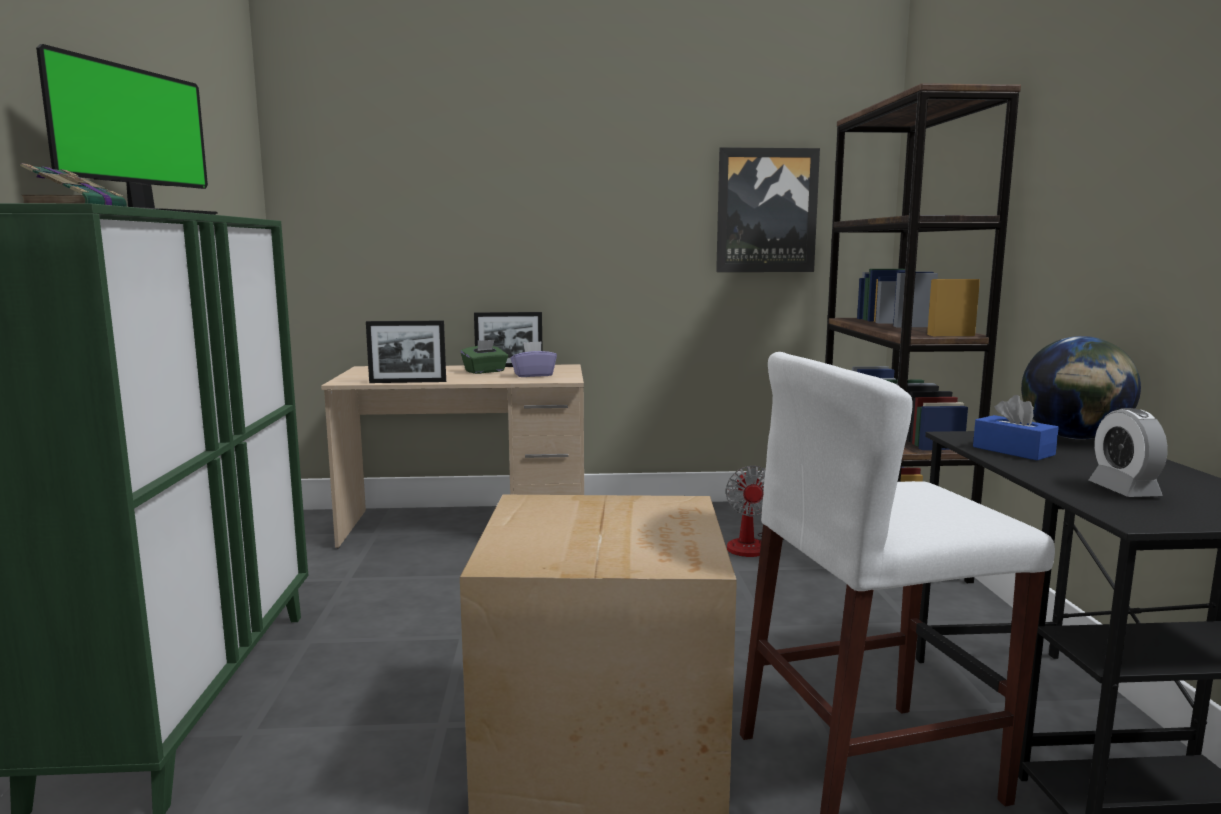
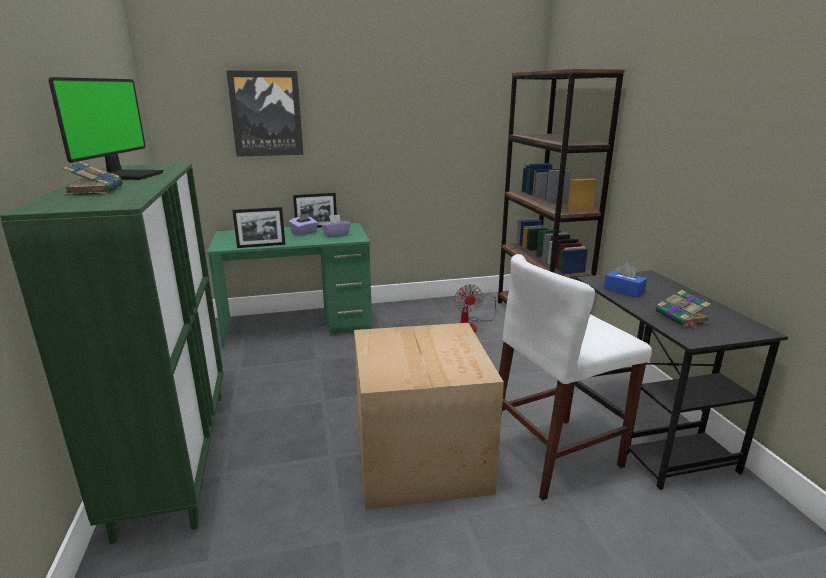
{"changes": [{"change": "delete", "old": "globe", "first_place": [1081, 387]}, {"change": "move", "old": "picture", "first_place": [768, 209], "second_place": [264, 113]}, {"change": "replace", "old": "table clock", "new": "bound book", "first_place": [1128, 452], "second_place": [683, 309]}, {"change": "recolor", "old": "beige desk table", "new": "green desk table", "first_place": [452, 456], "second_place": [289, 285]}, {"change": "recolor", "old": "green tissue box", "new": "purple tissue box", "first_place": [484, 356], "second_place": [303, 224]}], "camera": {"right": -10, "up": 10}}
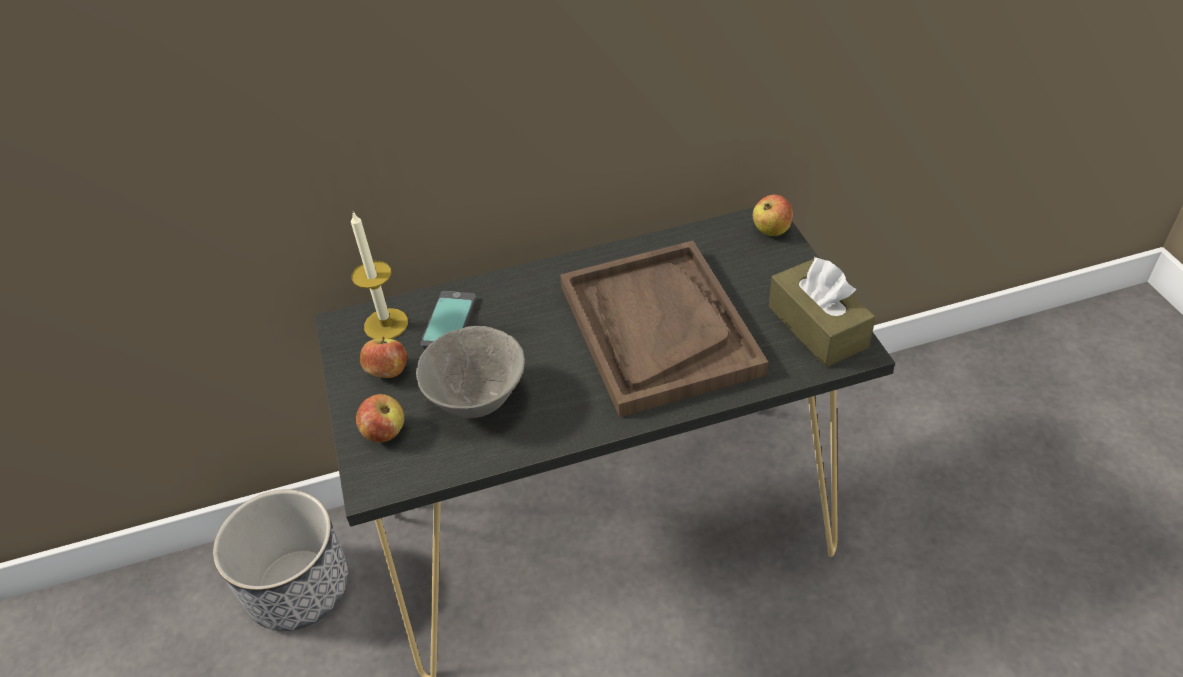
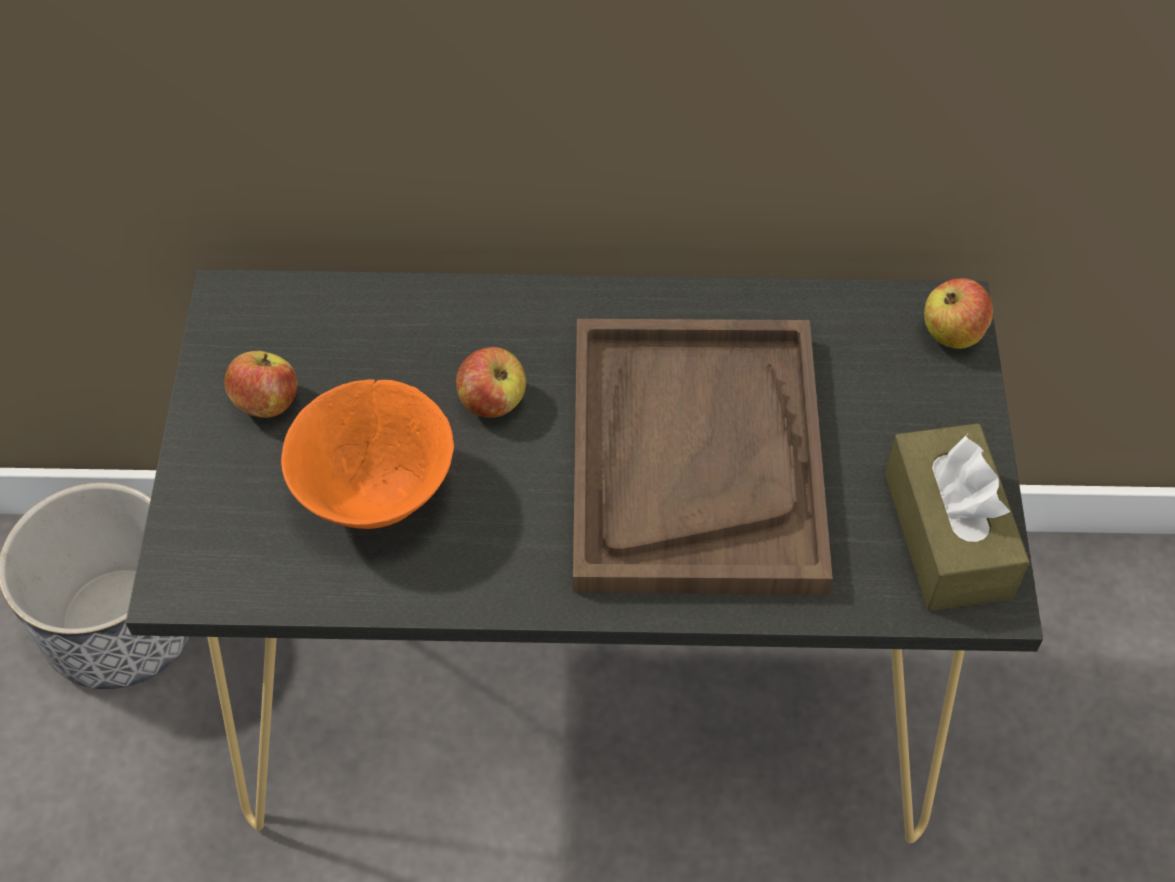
{"changes": [{"change": "delete", "old": "candle", "first_place": [379, 275]}, {"change": "delete", "old": "handset", "first_place": [448, 320]}, {"change": "move", "old": "whole apple", "first_place": [380, 418], "second_place": [491, 382]}, {"change": "recolor", "old": "gray bowl", "new": "orangey bowl", "first_place": [470, 372], "second_place": [367, 454]}], "camera": {"right": 15, "up": 10}}
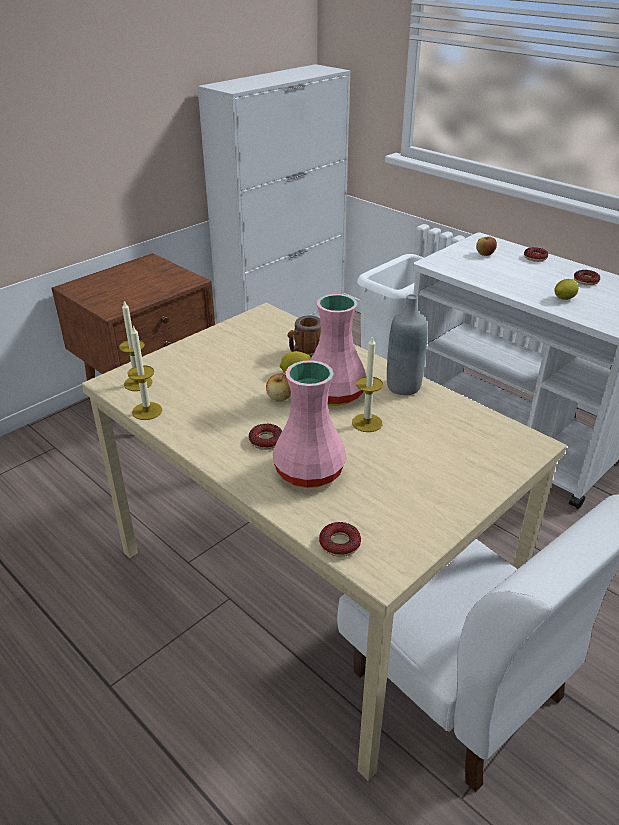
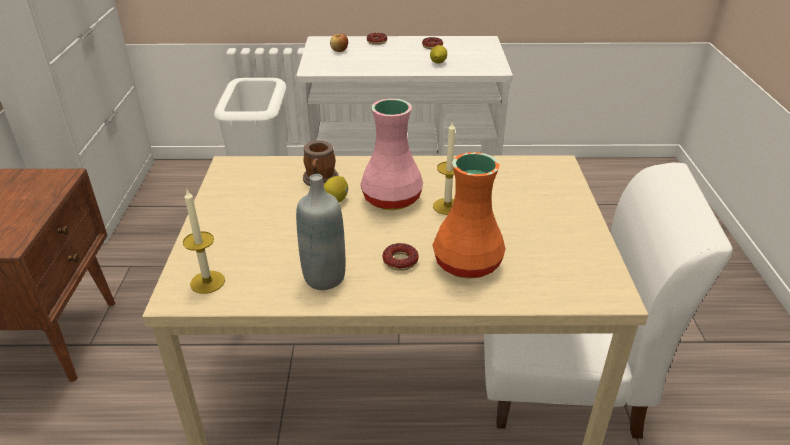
{"changes": [{"change": "delete", "old": "candle", "first_place": [144, 373]}, {"change": "delete", "old": "whole apple", "first_place": [278, 387]}, {"change": "delete", "old": "donut", "first_place": [340, 539]}, {"change": "move", "old": "gray bottle", "first_place": [407, 344], "second_place": [320, 232]}, {"change": "recolor", "old": "pinkish decorative vase", "new": "orangey decorative vase", "first_place": [310, 424], "second_place": [469, 215]}], "camera": {"right": -45, "up": 0}}
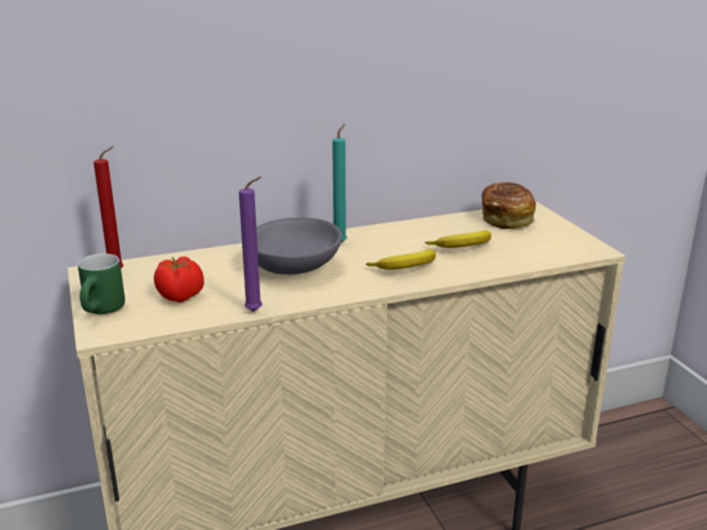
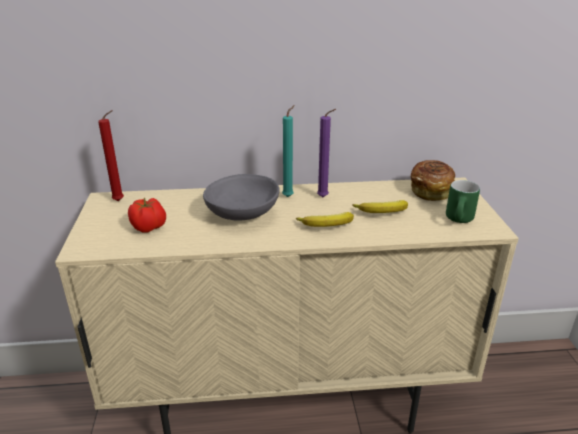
{"changes": [{"change": "move", "old": "green mug", "first_place": [101, 284], "second_place": [463, 201]}, {"change": "move", "old": "purple candle", "first_place": [250, 244], "second_place": [326, 153]}], "camera": {"right": 15, "up": 5}}
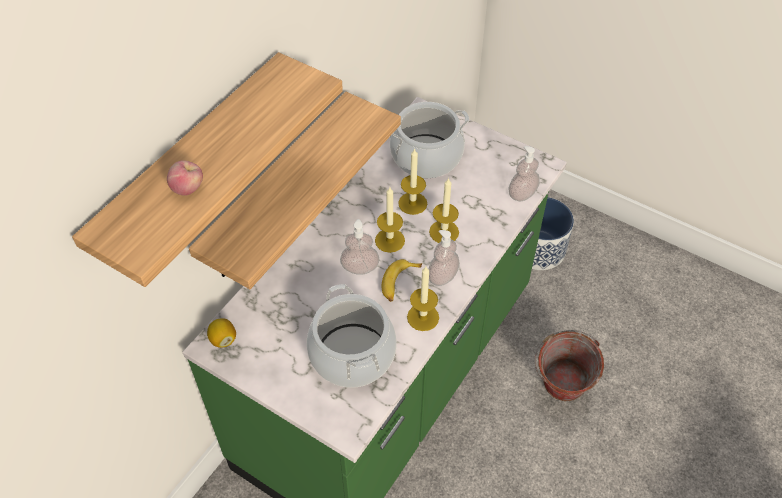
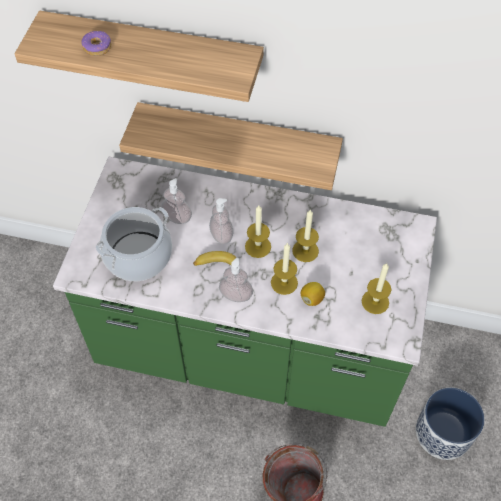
{"changes": [{"change": "delete", "old": "saucepot", "first_place": [429, 140]}, {"change": "move", "old": "citrus fruit", "first_place": [221, 333], "second_place": [313, 294]}, {"change": "move", "old": "candle", "first_place": [423, 298], "second_place": [377, 288]}, {"change": "move", "old": "soap dispenser", "first_place": [524, 173], "second_place": [176, 201]}, {"change": "replace", "old": "whole apple", "new": "donut", "first_place": [185, 178], "second_place": [96, 43]}], "camera": {"right": 70, "up": 5}}
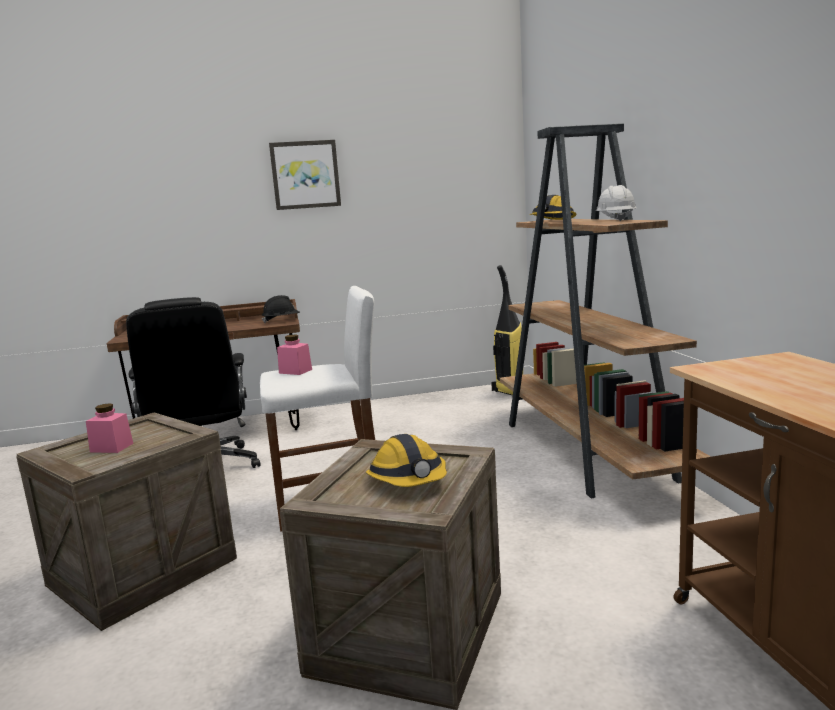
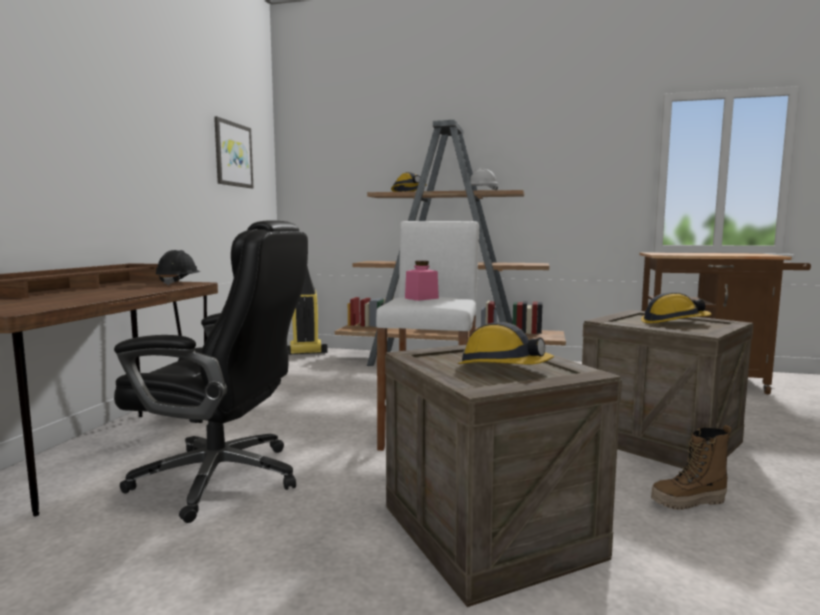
{"changes": [{"change": "insert", "new": "boot", "second_place": [691, 467]}, {"change": "move", "old": "picture", "first_place": [305, 175], "second_place": [233, 152]}, {"change": "replace", "old": "pinkish preserve jar", "new": "hard hat", "first_place": [109, 428], "second_place": [506, 343]}], "camera": {"right": -65, "up": -5}}
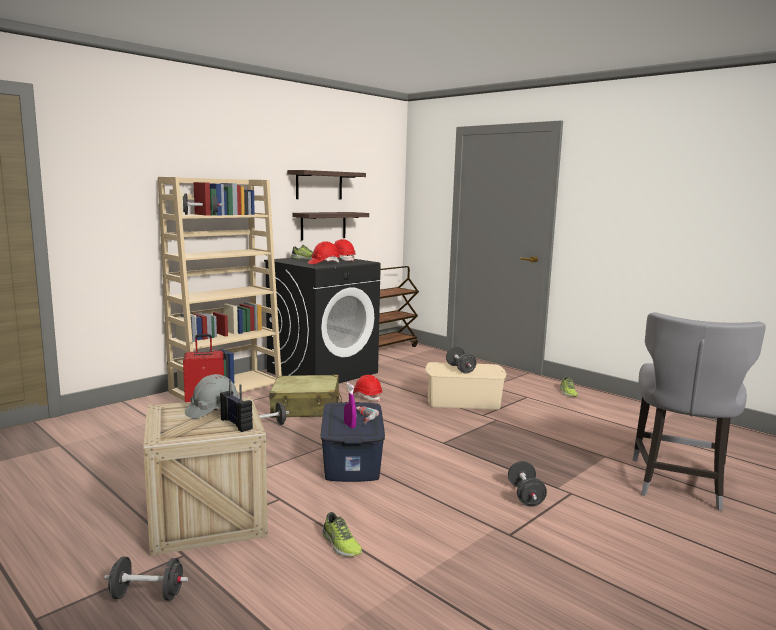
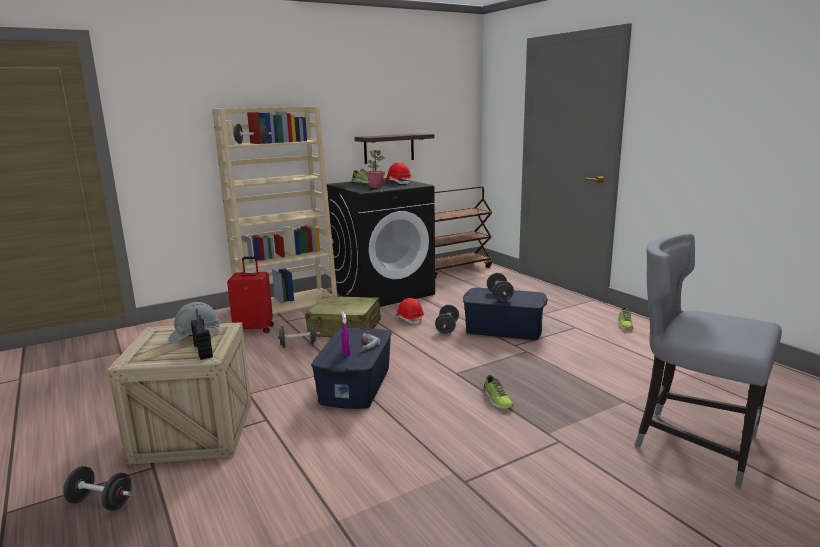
{"changes": [{"change": "delete", "old": "wall shelf", "first_place": [326, 184]}, {"change": "move", "old": "low shoe", "first_place": [342, 534], "second_place": [498, 392]}, {"change": "move", "old": "blackish free weight", "first_place": [527, 483], "second_place": [447, 319]}, {"change": "replace", "old": "red hard hat", "new": "plant in a pot", "first_place": [324, 252], "second_place": [375, 169]}, {"change": "recolor", "old": "beige storage container", "new": "bluish storage container", "first_place": [466, 386], "second_place": [505, 314]}, {"change": "rotate", "old": "gray upright chair", "first_place": [699, 411], "second_place": [708, 361], "degrees": 90}], "camera": {"right": 15, "up": 5}}
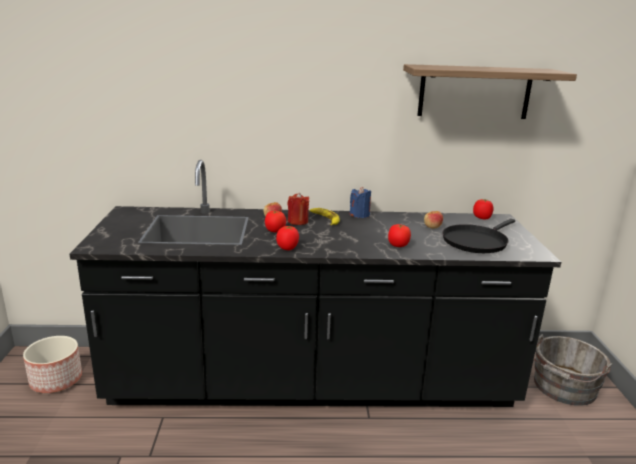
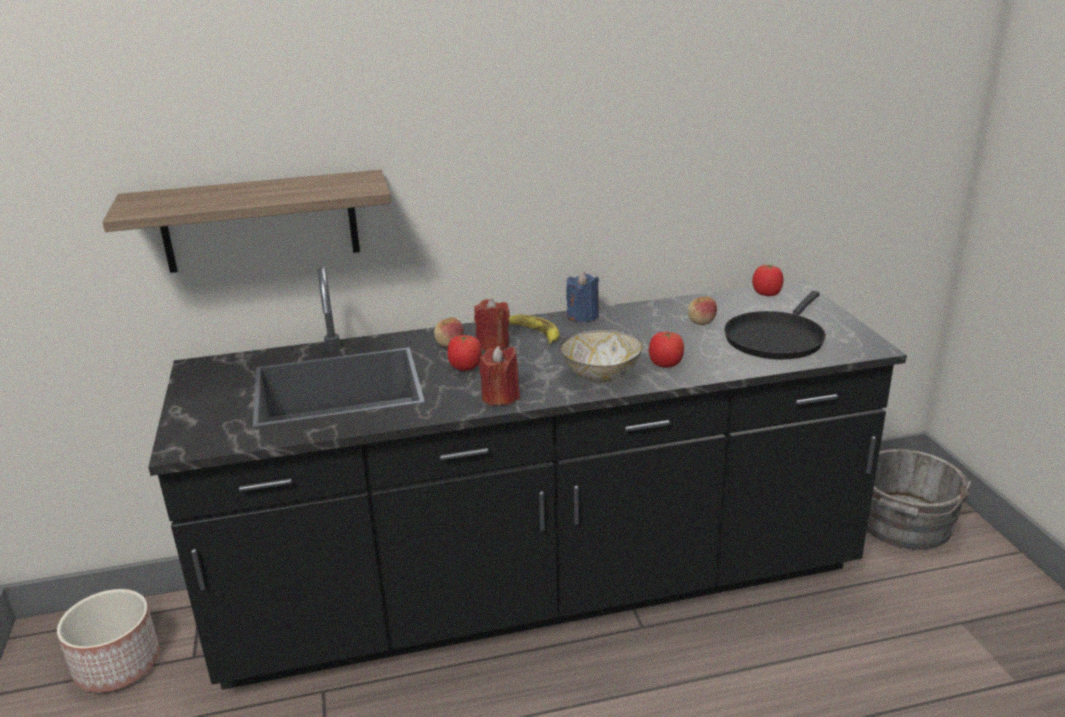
{"changes": [{"change": "insert", "new": "bowl", "second_place": [601, 356]}, {"change": "move", "old": "wall shelf", "first_place": [490, 91], "second_place": [246, 221]}, {"change": "replace", "old": "tomato", "new": "red candle", "first_place": [287, 238], "second_place": [499, 376]}], "camera": {"right": -10, "up": 5}}
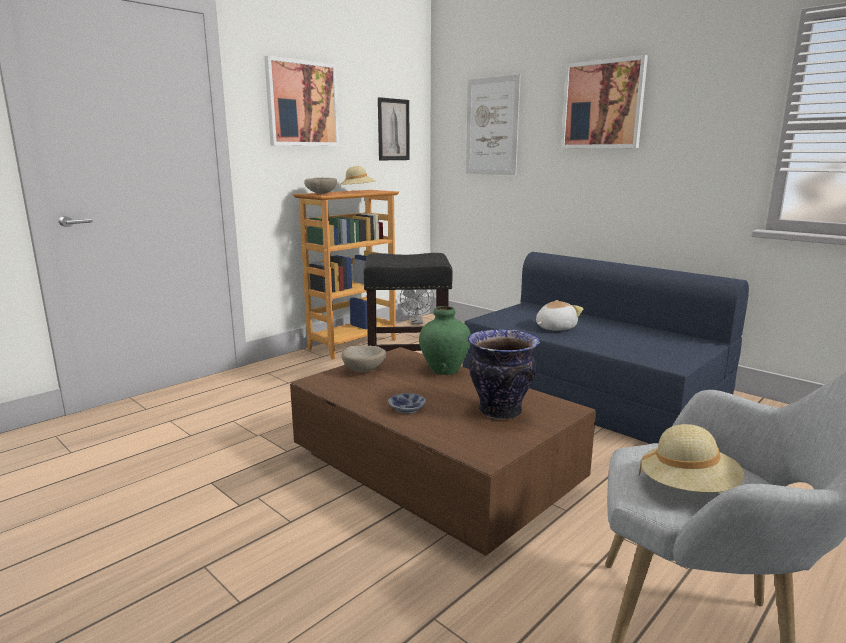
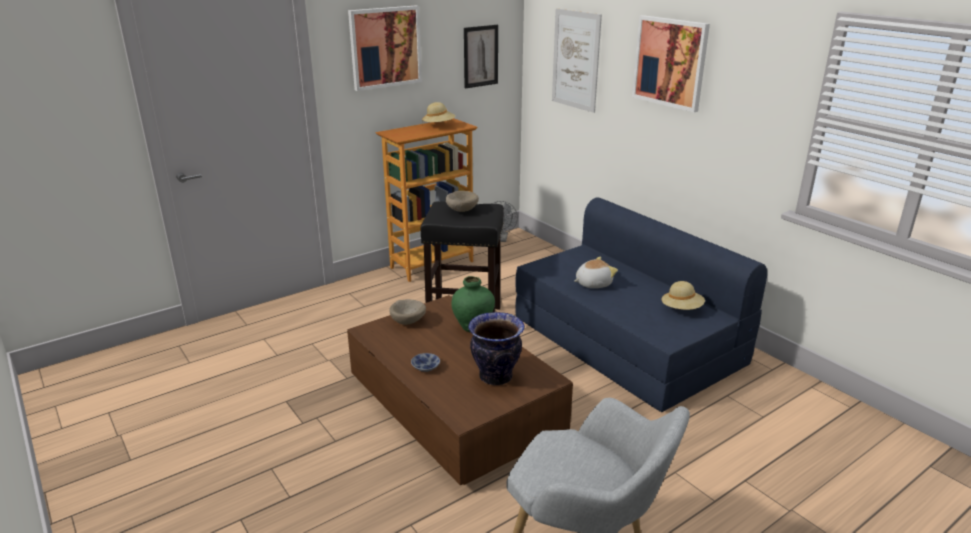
{"changes": [{"change": "move", "old": "beige bowl", "first_place": [320, 186], "second_place": [462, 201]}, {"change": "move", "old": "beige clothing hat", "first_place": [691, 458], "second_place": [683, 295]}], "camera": {"right": 10, "up": 10}}
